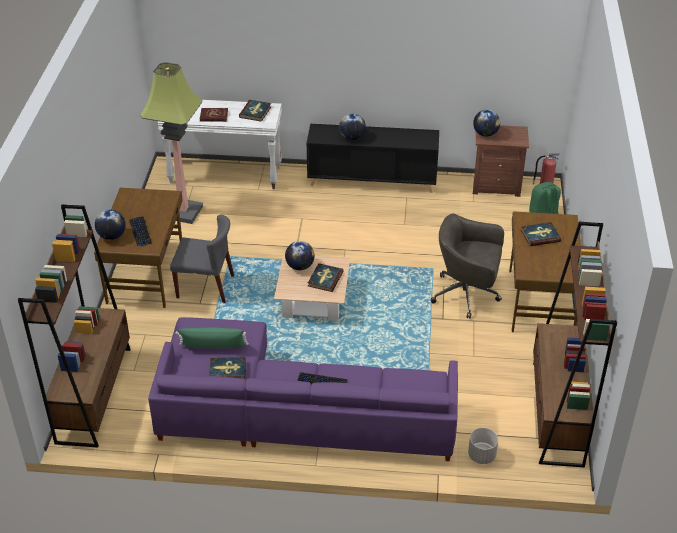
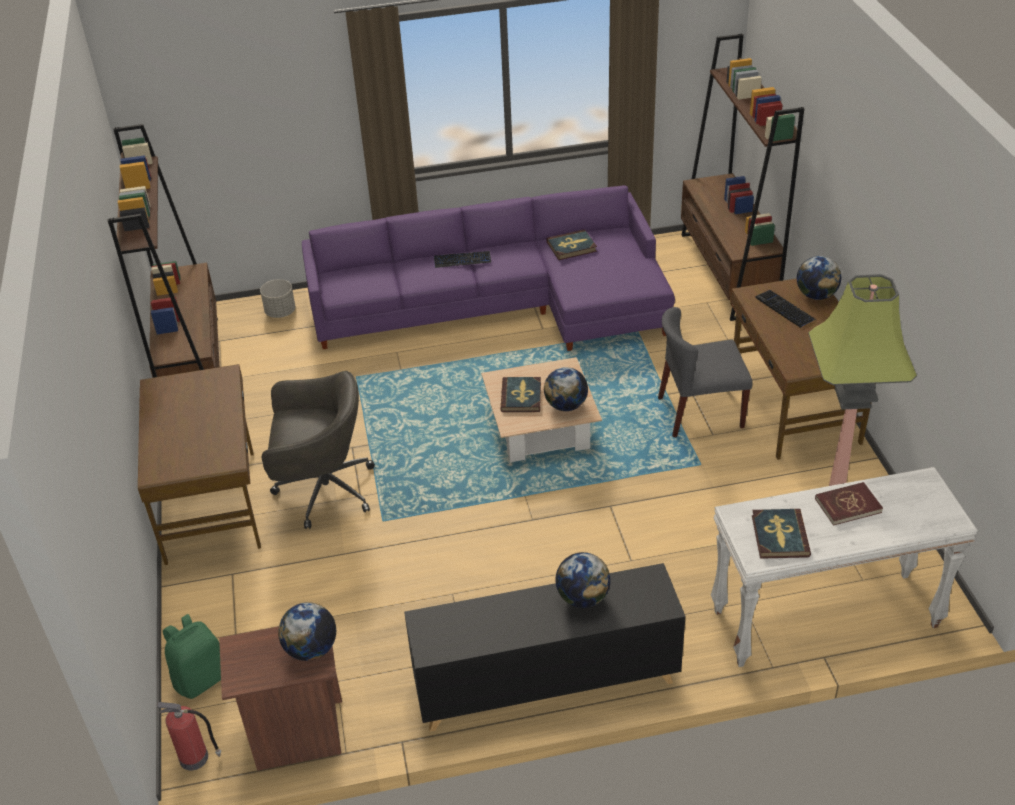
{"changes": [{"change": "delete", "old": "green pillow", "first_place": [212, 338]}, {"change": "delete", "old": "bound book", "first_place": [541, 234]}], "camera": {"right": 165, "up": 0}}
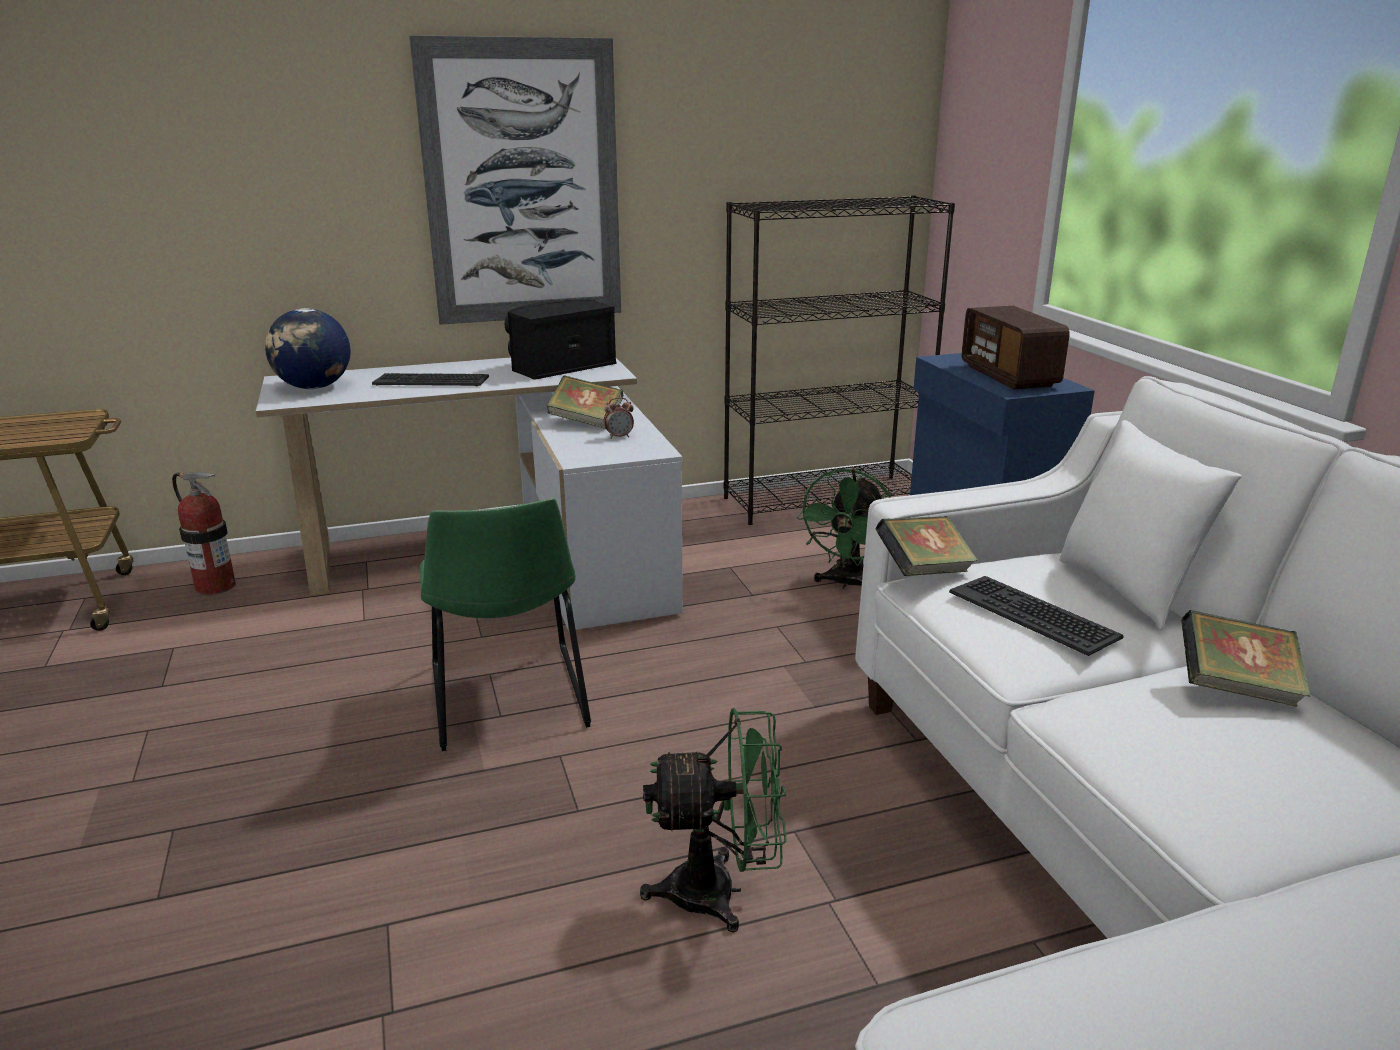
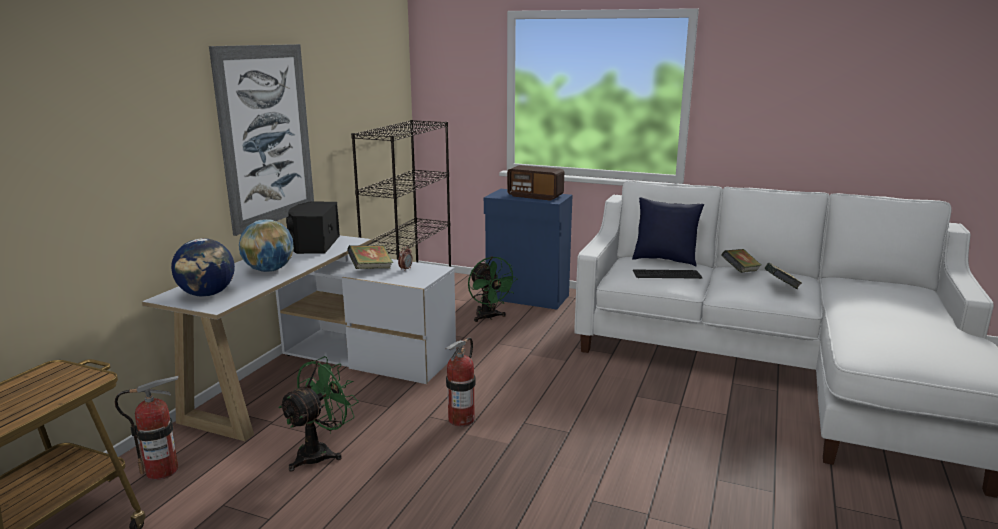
{"changes": [{"change": "move", "old": "green fan", "first_place": [713, 820], "second_place": [318, 414]}, {"change": "move", "old": "bound book", "first_place": [926, 546], "second_place": [783, 276]}, {"change": "replace", "old": "keyboard", "new": "globe", "first_place": [430, 380], "second_place": [266, 245]}, {"change": "replace", "old": "green upright chair", "new": "fire-fighting cylinder", "first_place": [505, 624], "second_place": [460, 382]}, {"change": "recolor", "old": "white pillow", "new": "bluish pillow", "first_place": [1150, 525], "second_place": [668, 232]}], "camera": {"right": -50, "up": -5}}
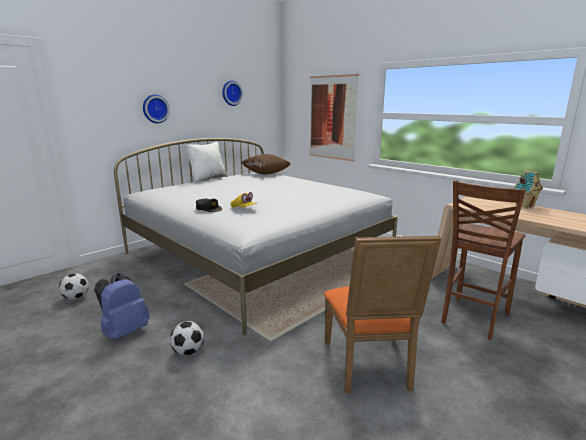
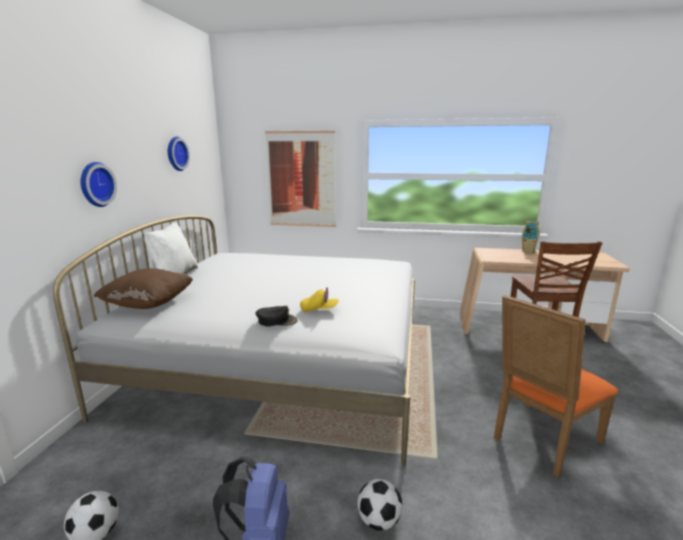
{"changes": [{"change": "move", "old": "brown pillow", "first_place": [265, 164], "second_place": [143, 288]}, {"change": "rotate", "old": "orangey upright chair", "first_place": [382, 315], "second_place": [556, 386], "degrees": 90}], "camera": {"right": -35, "up": 0}}
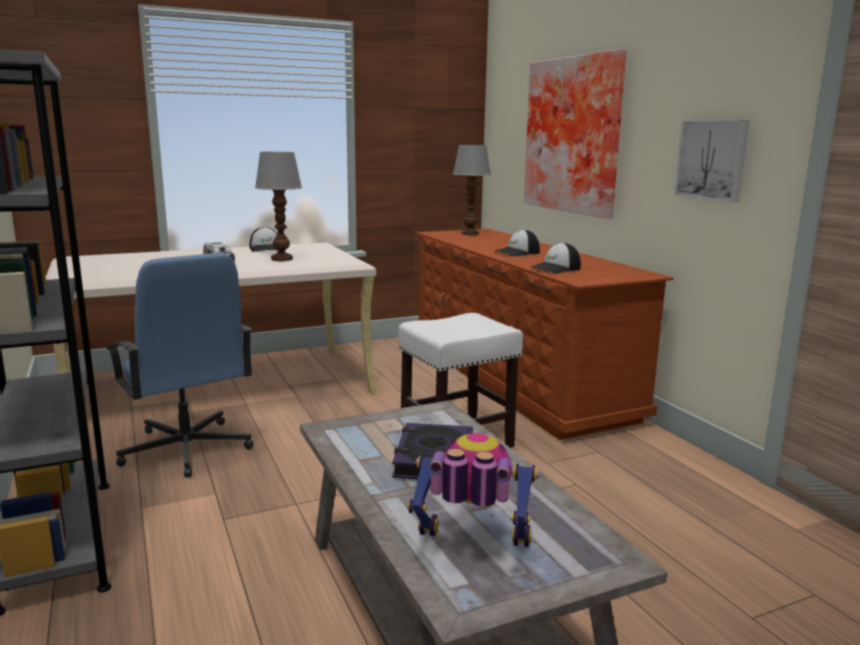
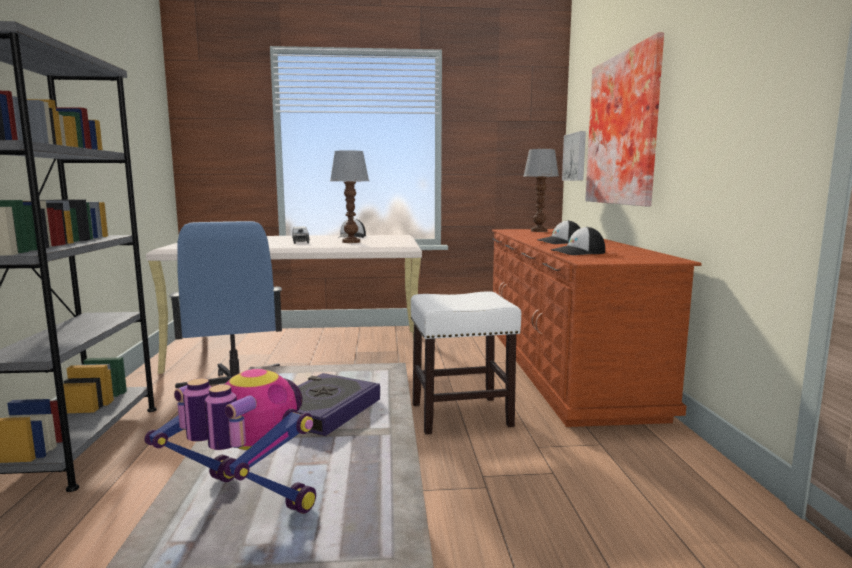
{"changes": [{"change": "move", "old": "picture", "first_place": [711, 161], "second_place": [574, 156]}], "camera": {"right": 20, "up": -5}}
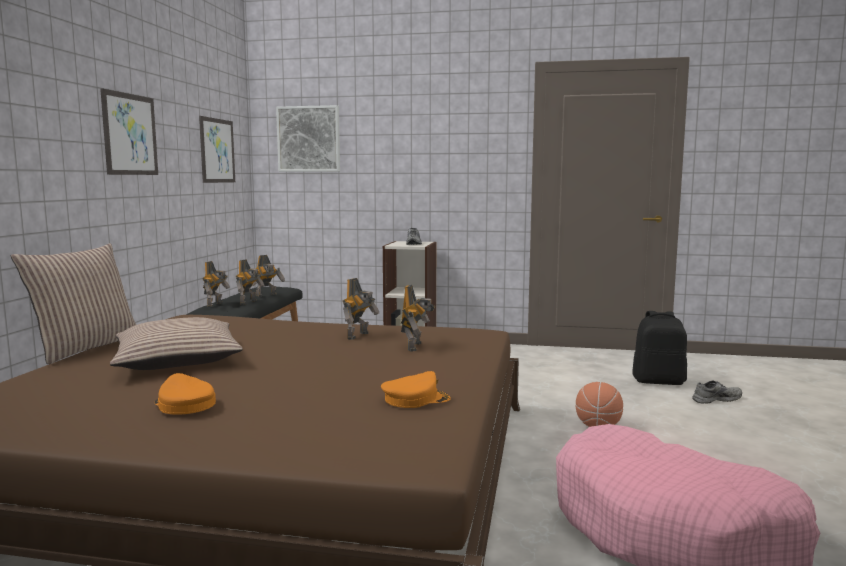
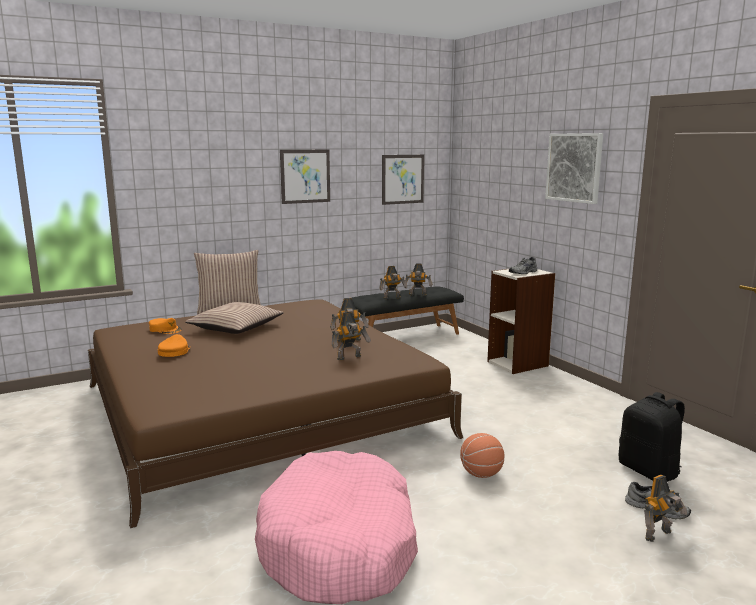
{"changes": [{"change": "move", "old": "toy robot", "first_place": [216, 284], "second_place": [665, 508]}, {"change": "move", "old": "picture", "first_place": [308, 138], "second_place": [574, 168]}, {"change": "move", "old": "orangey baseball cap", "first_place": [416, 389], "second_place": [165, 326]}], "camera": {"right": 50, "up": 5}}
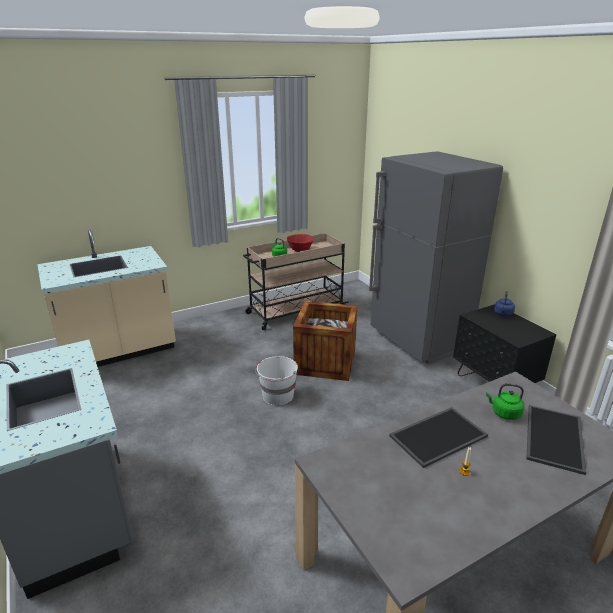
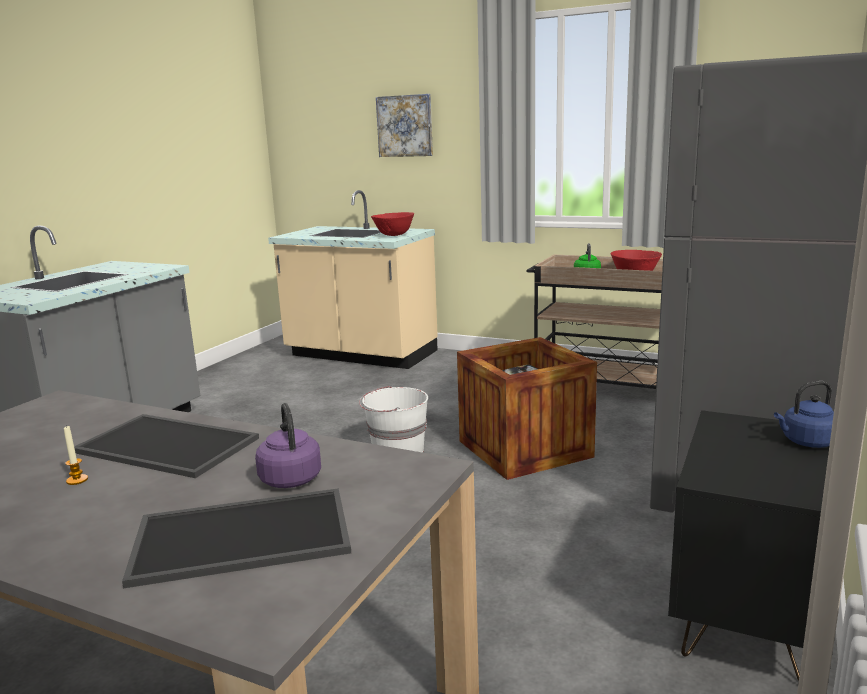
{"changes": [{"change": "insert", "new": "red bowl", "second_place": [392, 224]}, {"change": "insert", "new": "picture", "second_place": [404, 125]}, {"change": "recolor", "old": "green tea kettle", "new": "purple tea kettle", "first_place": [505, 401], "second_place": [288, 445]}], "camera": {"right": 55, "up": -10}}
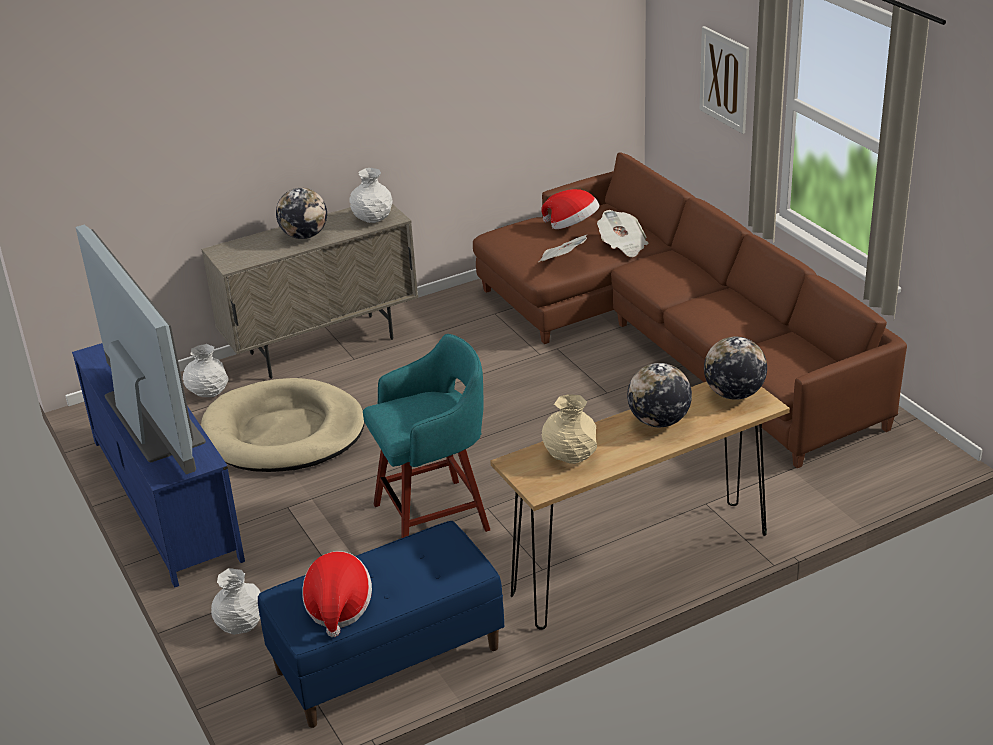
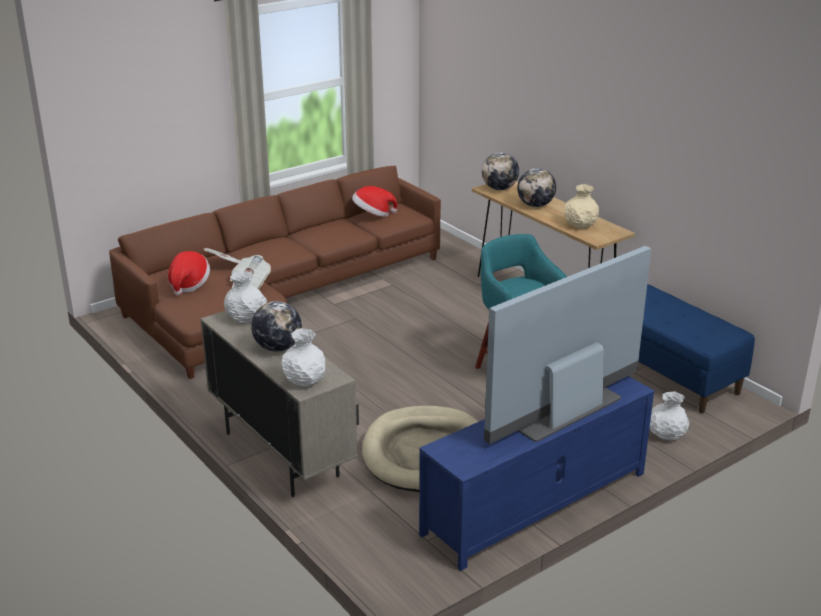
{"changes": [{"change": "delete", "old": "picture", "first_place": [724, 80]}, {"change": "move", "old": "white decorative vase", "first_place": [205, 370], "second_place": [303, 357]}, {"change": "move", "old": "clothing hat", "first_place": [337, 594], "second_place": [374, 201]}], "camera": {"right": -100, "up": -5}}
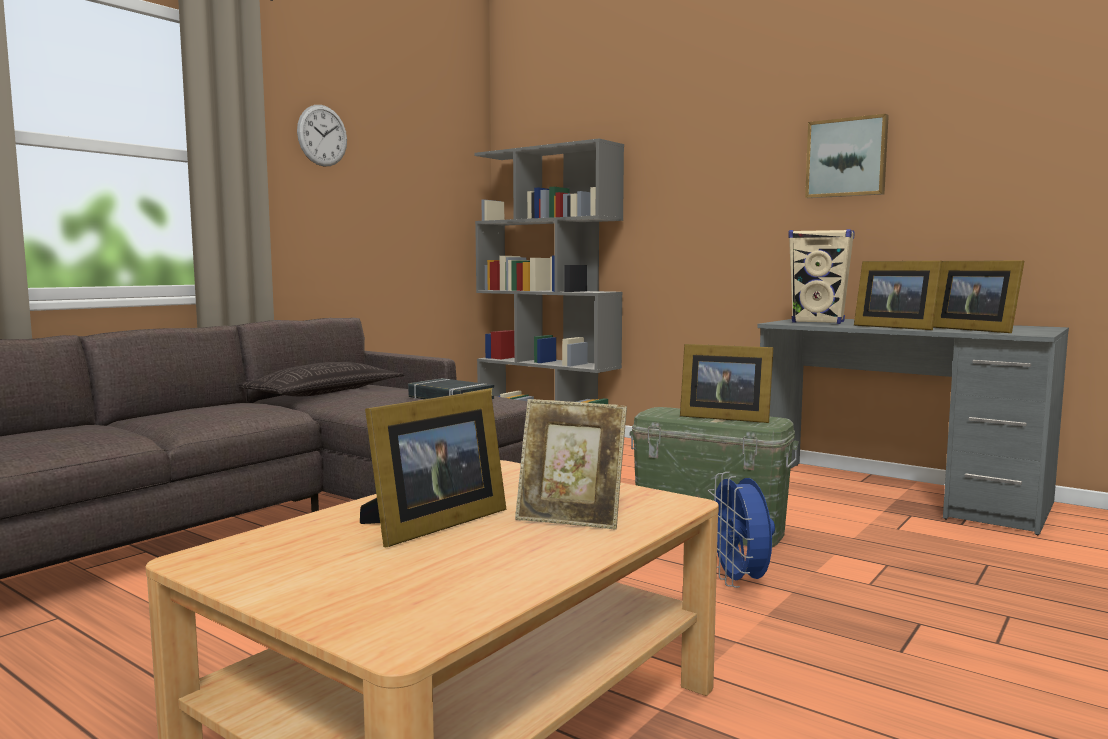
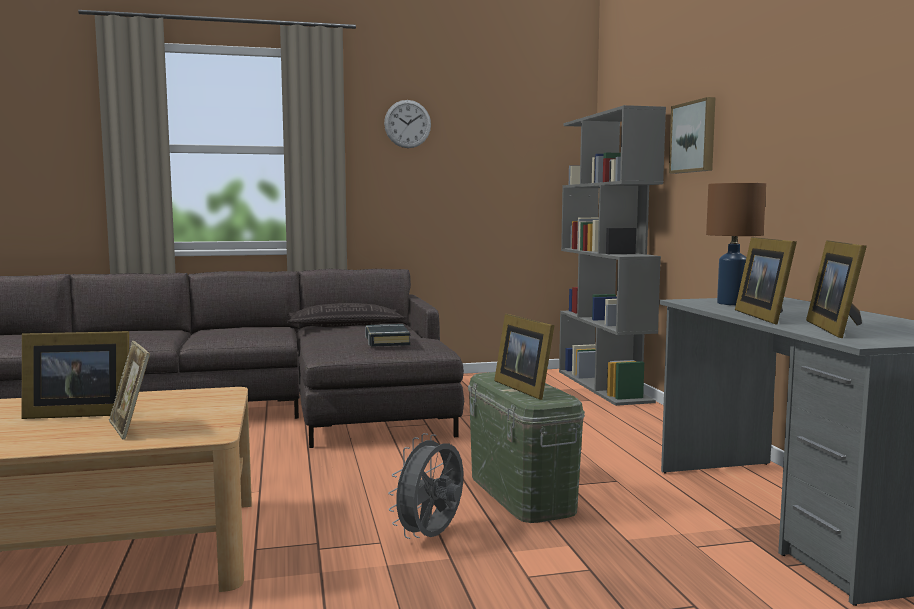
{"changes": [{"change": "move", "old": "picture", "first_place": [847, 156], "second_place": [692, 135]}, {"change": "replace", "old": "beige loudspeaker", "new": "brown table lamp", "first_place": [821, 276], "second_place": [736, 244]}, {"change": "recolor", "old": "bluish fan", "new": "gray fan", "first_place": [741, 530], "second_place": [425, 486]}], "camera": {"right": 40, "up": 0}}
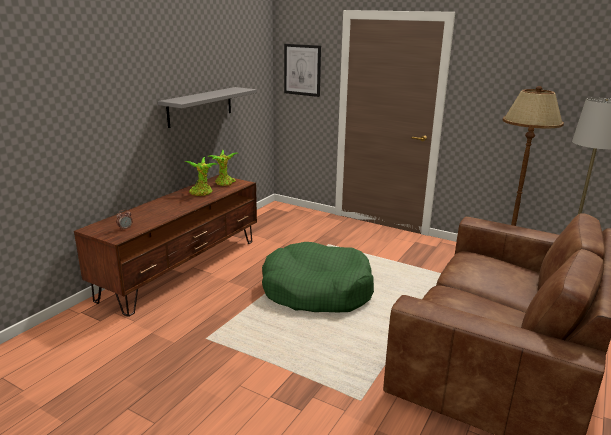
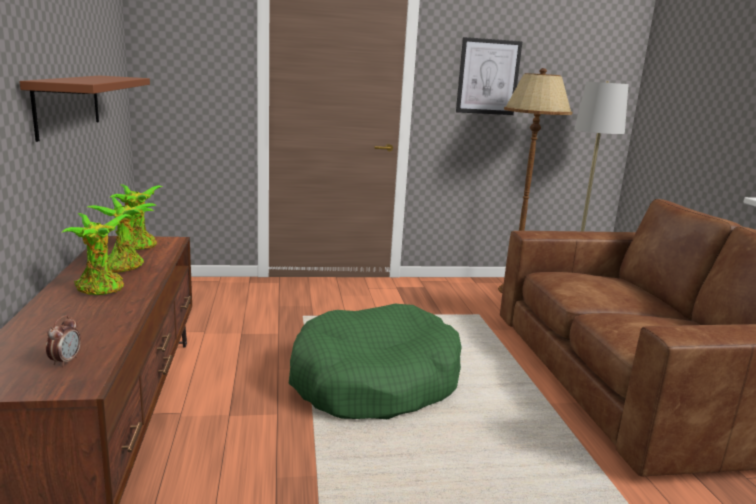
{"changes": [{"change": "insert", "new": "plant in a pot", "second_place": [96, 254]}, {"change": "move", "old": "picture", "first_place": [302, 70], "second_place": [489, 76]}, {"change": "recolor", "old": "gray wall shelf", "new": "brown wall shelf", "first_place": [207, 107], "second_place": [84, 109]}], "camera": {"right": -40, "up": -5}}
